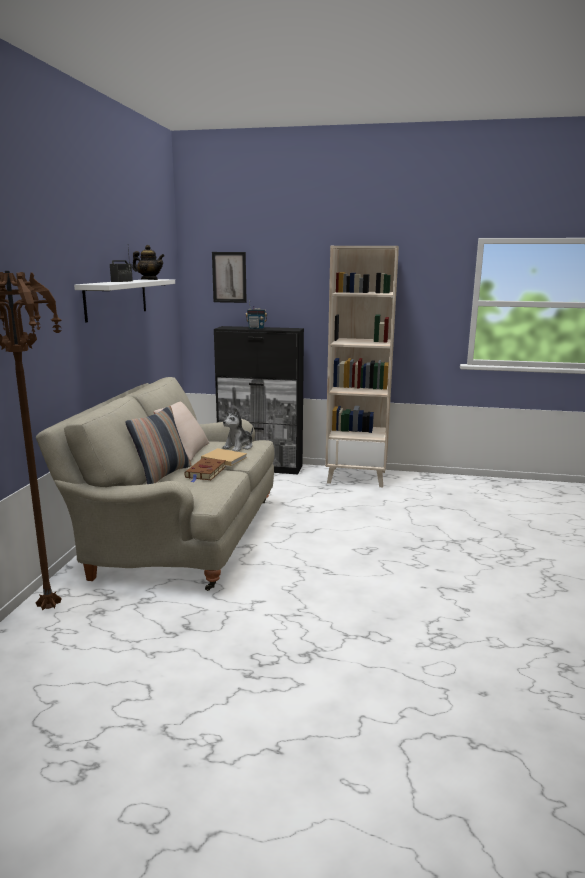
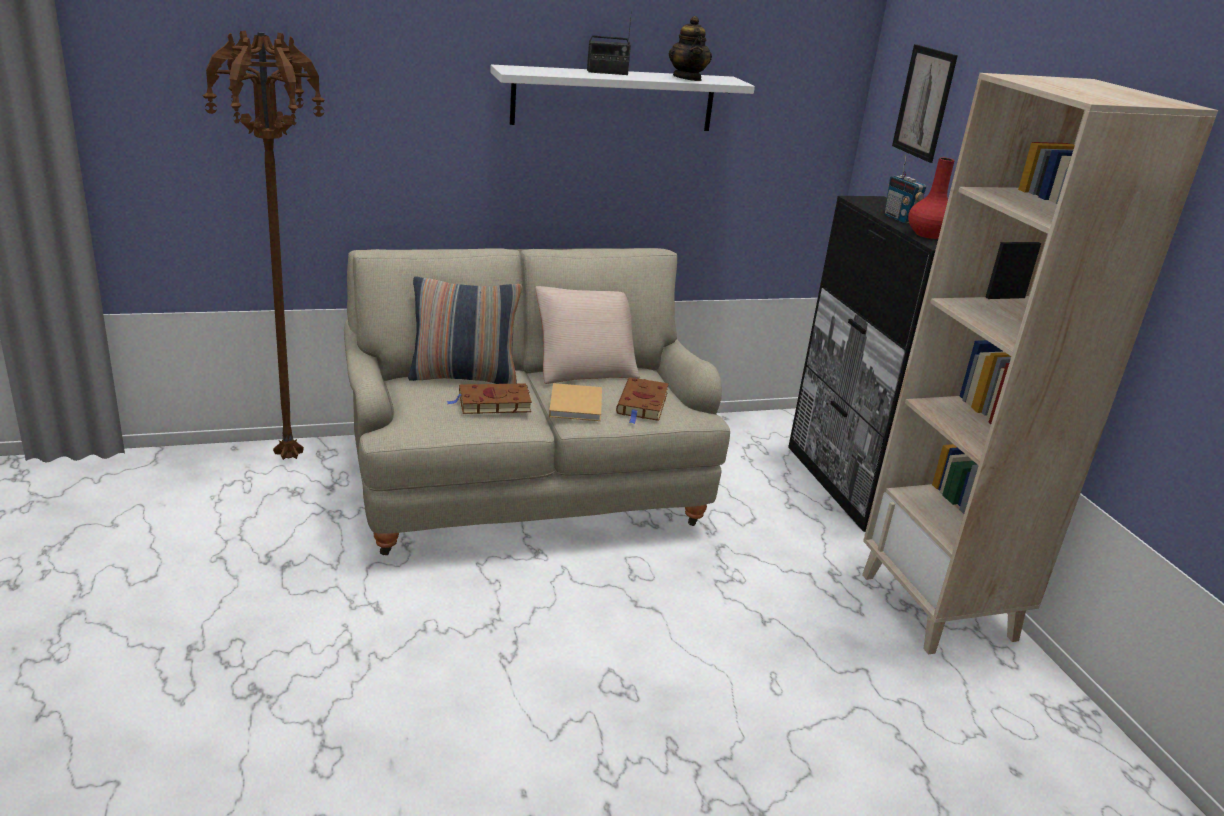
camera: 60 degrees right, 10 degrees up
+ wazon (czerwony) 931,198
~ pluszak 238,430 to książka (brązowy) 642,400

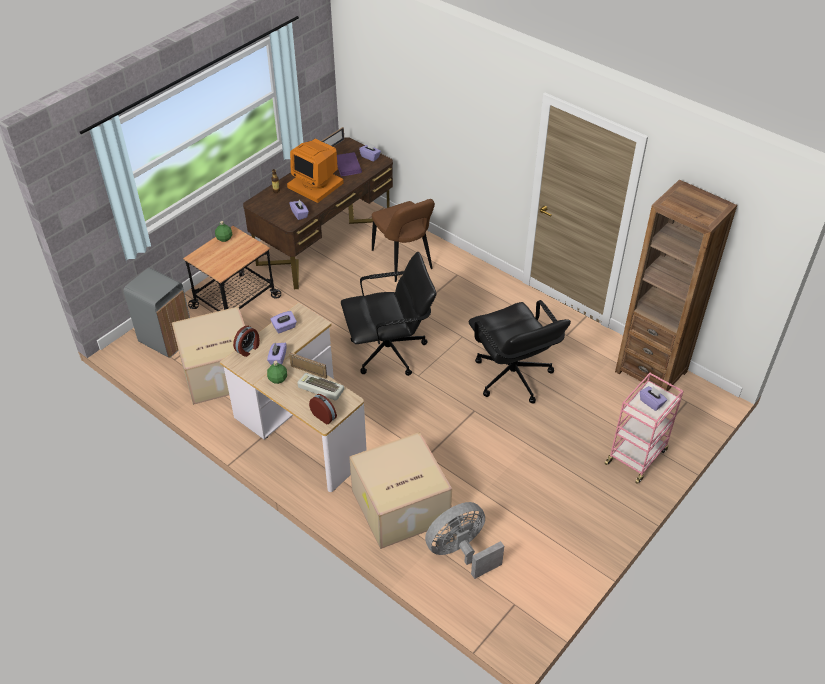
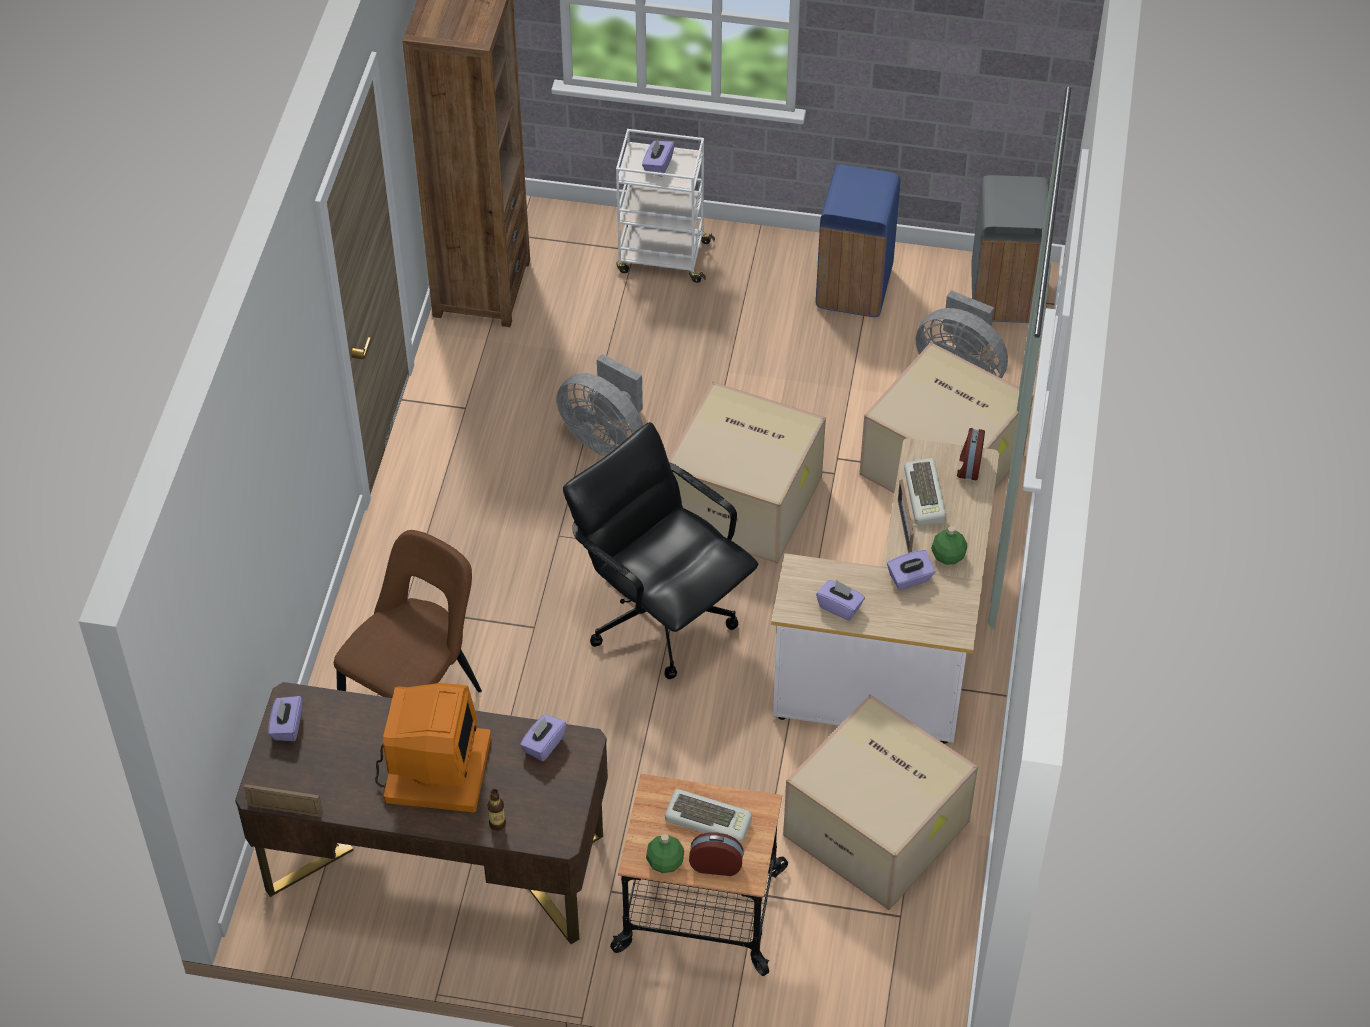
camera: 120 degrees left, 5 degrees up
- książka (fioletowy) 349,164
+ klawiatura 708,816
+ karton 747,472
+ kosz na śmieci (niebieski) 858,241
~ kosz na śmieci (szary) 156,313 to 1010,249
~ budzik 246,341 to 716,854
~ krzesło biurowe (czarny) 519,352 to wentylator (szary) 600,405
~ wózek (różowy) 644,428 to wózek (biały) 665,206

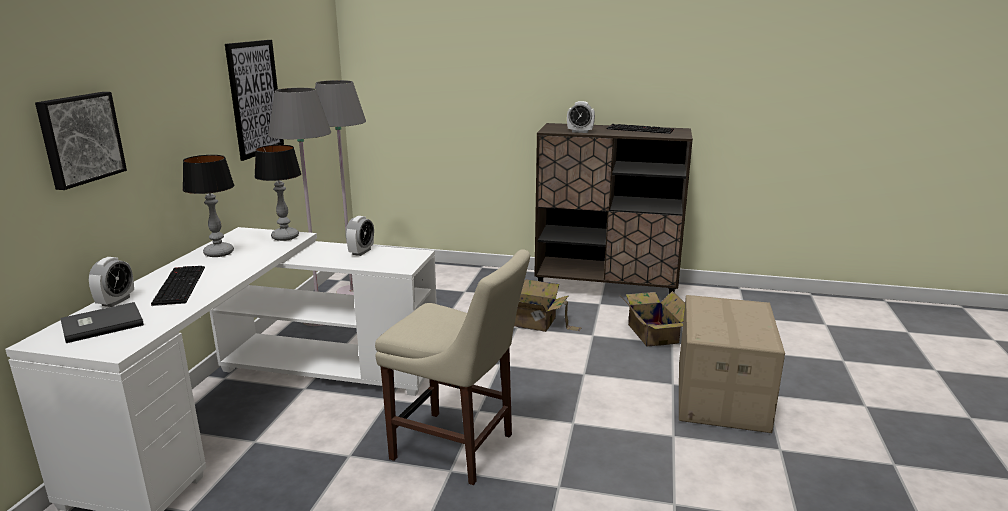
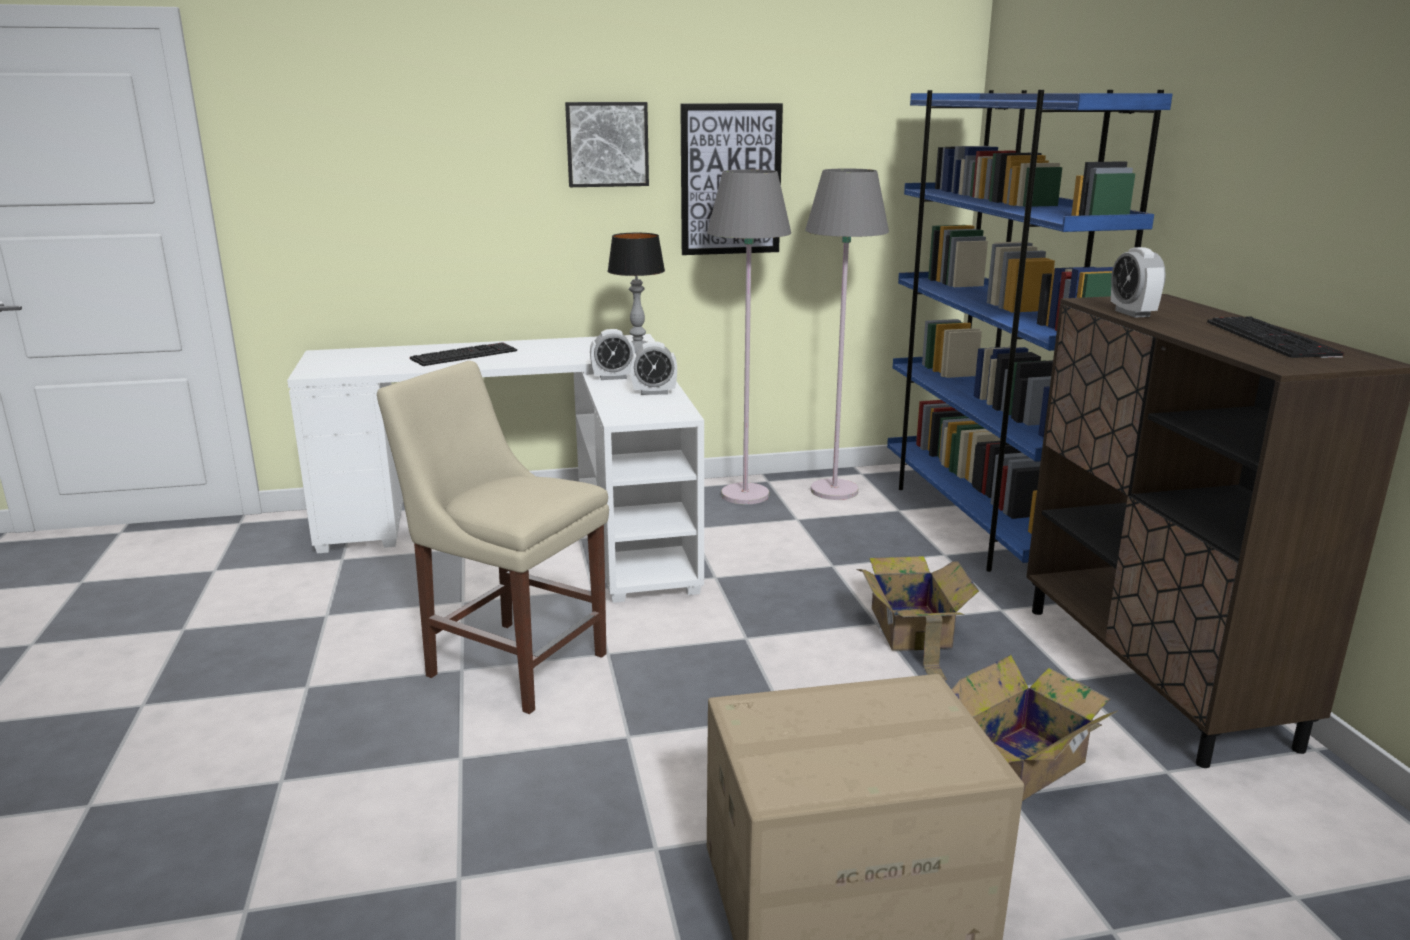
camera: 65 degrees right, 0 degrees up
- książka (szary) 102,322
- lampa stołowa 208,206
+ regał (niebieski) 1030,331
~ obraz 81,141 to 607,144
~ budzik 111,282 to 612,354
~ krzesło (beżowy) 452,367 = 493,537 120 degrees clockwise

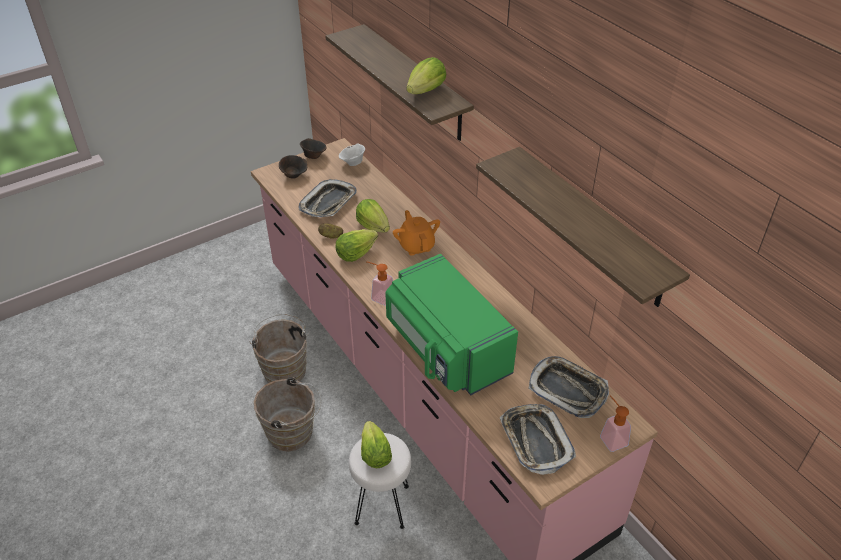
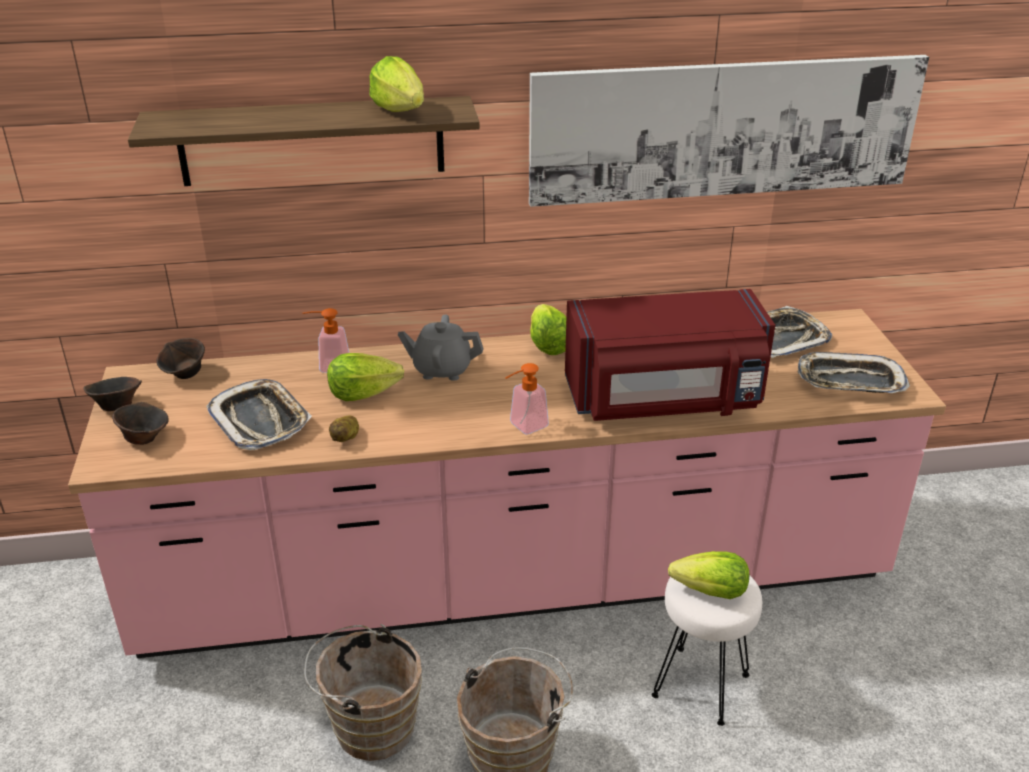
camera: 65 degrees left, 10 degrees down
~ sałata 356,245 to 548,329
~ dozownik mydła 615,423 to 325,340
~ półka 583,227 to obraz 729,131
~ miska (biały) 352,154 to miska (brązowy) 181,358
~ mikrofalówka (zielony) 451,324 to mikrofalówka (czerwony) 670,355
~ imbryk (pomarańczowy) 416,233 to imbryk (szary) 441,347

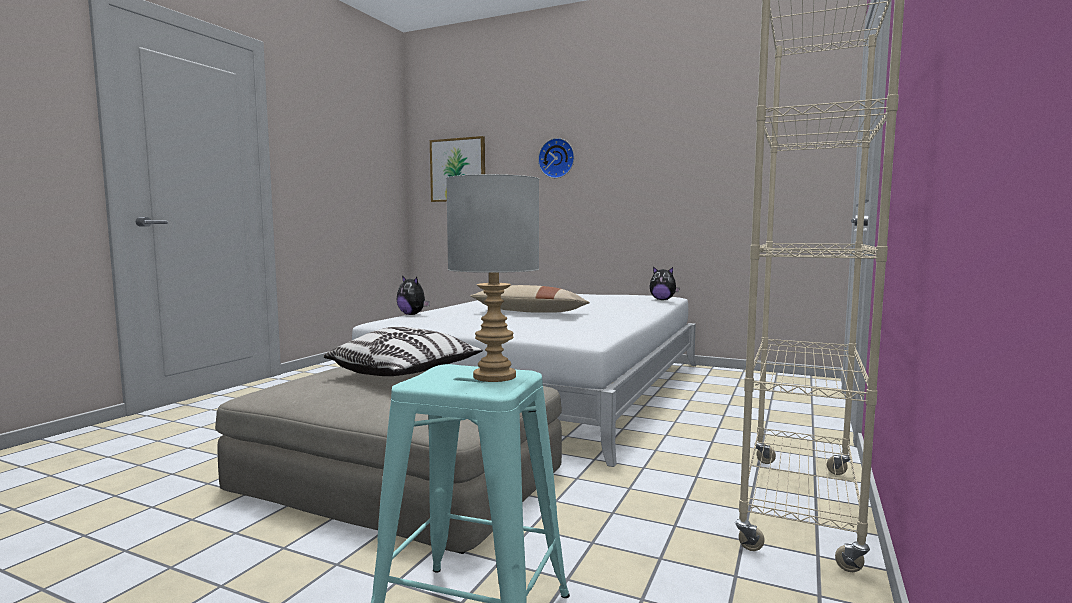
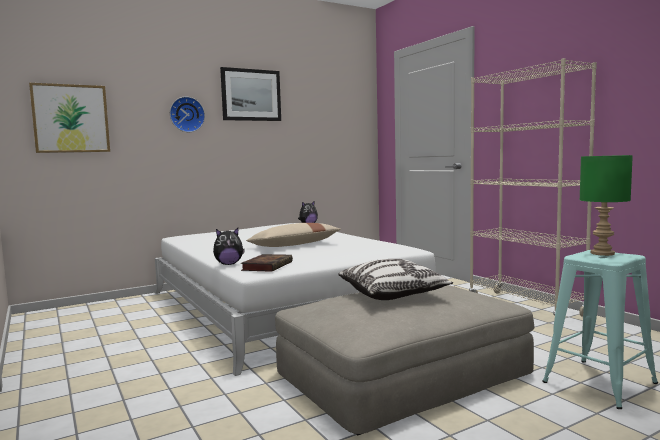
camera: 55 degrees left, 0 degrees up
+ obraz 250,94
+ książka 267,263
~ lampa stołowa (szary) 492,278 to lampa stołowa (zielony) 606,205

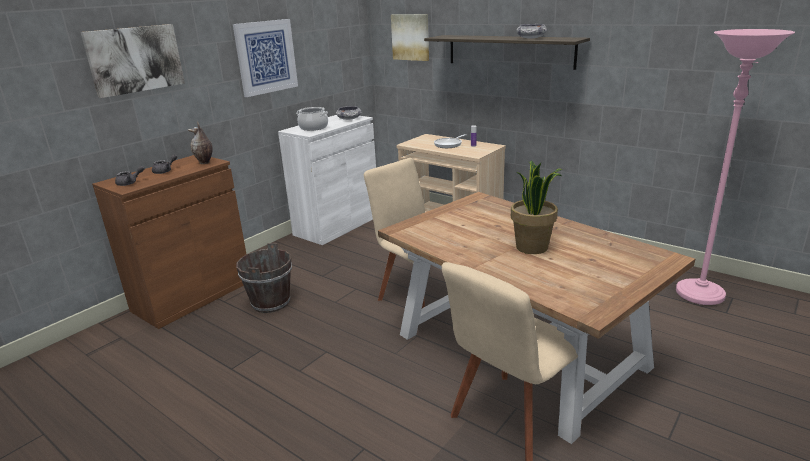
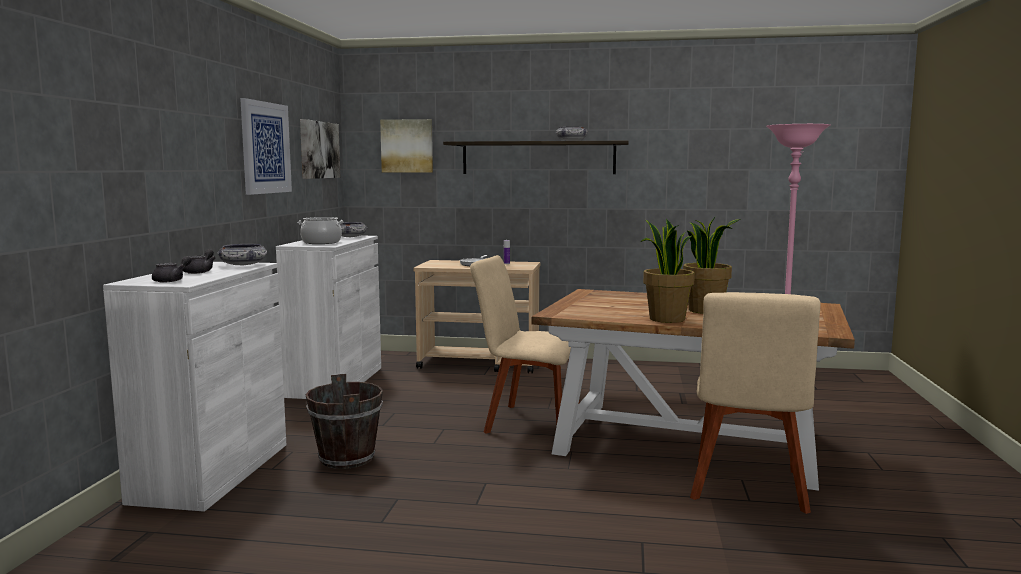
camera: 30 degrees left, 15 degrees down
+ roślina doniczkowa 667,271
~ obraz 132,61 to 320,149
~ wazon 200,142 to miska 242,254
~ szafka (brązowy) 169,242 to szafka (biały) 194,387

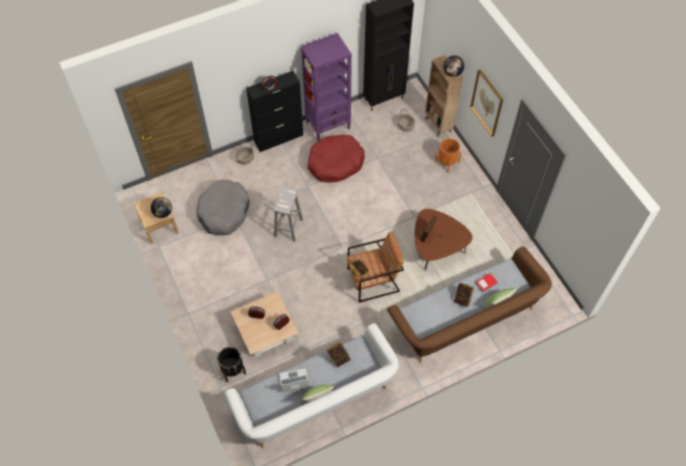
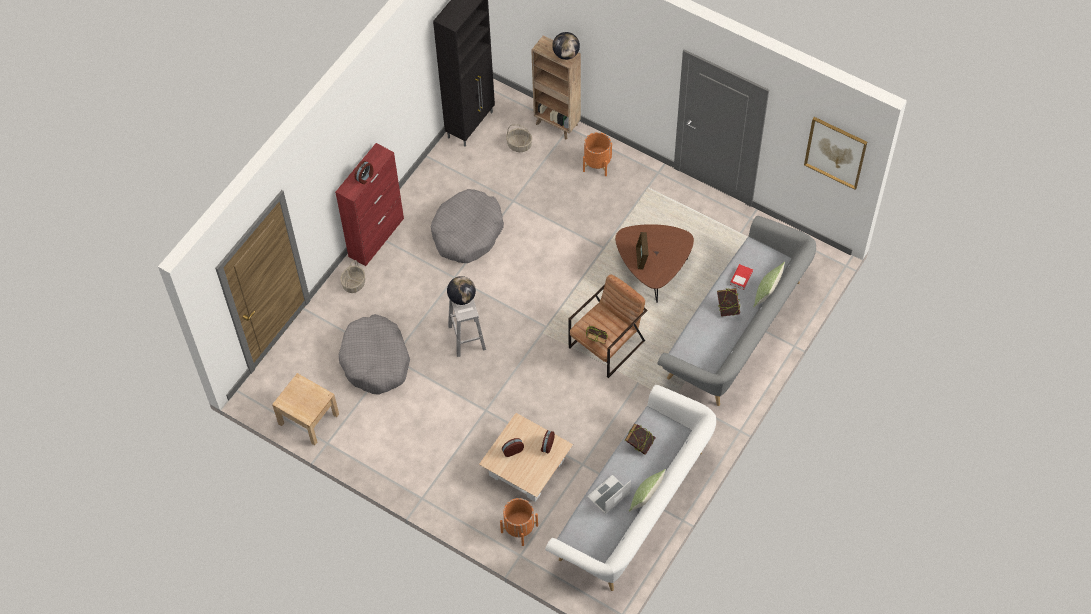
camera: 30 degrees left, 0 degrees up
- regał (fioletowy) 326,87
~ globus 161,207 to 461,290
~ obraz 486,103 to 835,153
~ donica (czarny) 231,364 to donica (pomarańczowy) 519,522
~ szafka (czarny) 274,111 to szafka (czerwony) 369,204
~ legowisko (czerwony) 336,159 to legowisko (szary) 467,226
~ kanapa (brązowy) 469,304 to kanapa (szary) 736,311

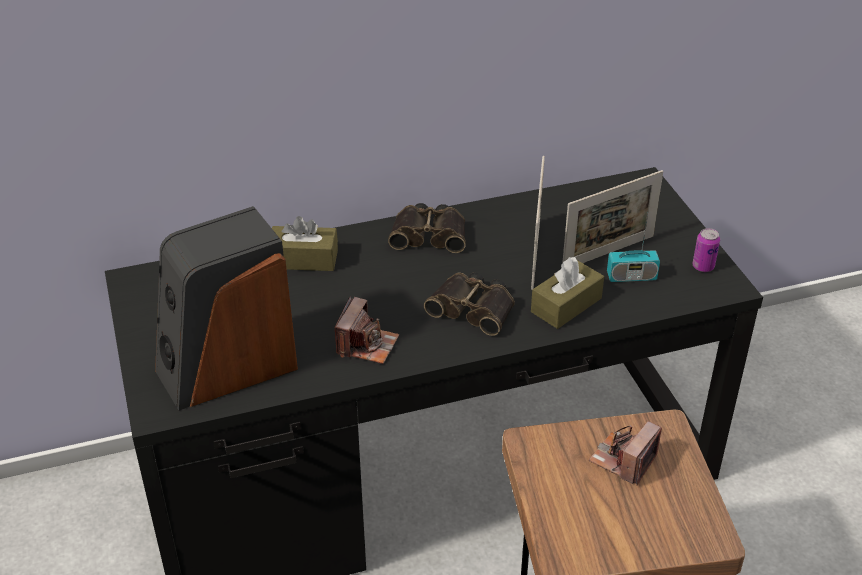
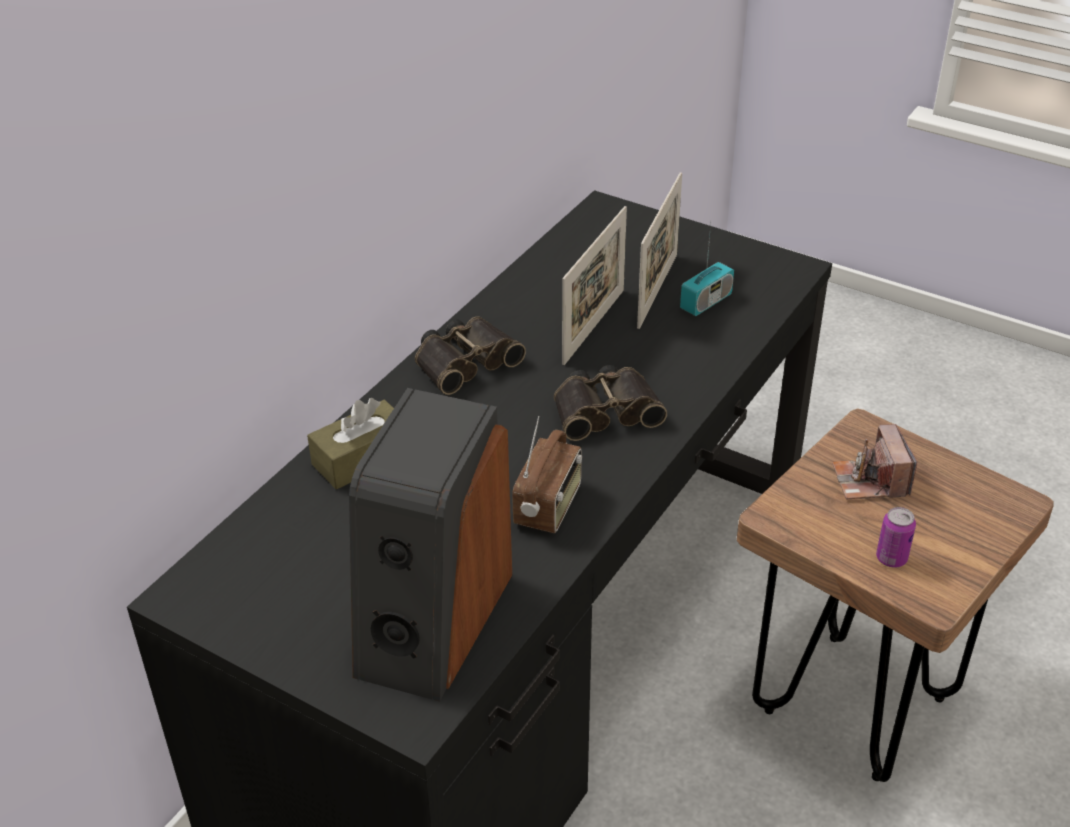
camera: 40 degrees left, 0 degrees up
- pudełko chusteczek (brązowy) 567,293
~ puszka 706,250 to 896,537
~ aparat fotograficzny 367,330 to radio 547,474
~ ramka na zdjęcie 538,223 = 594,285 60 degrees clockwise

